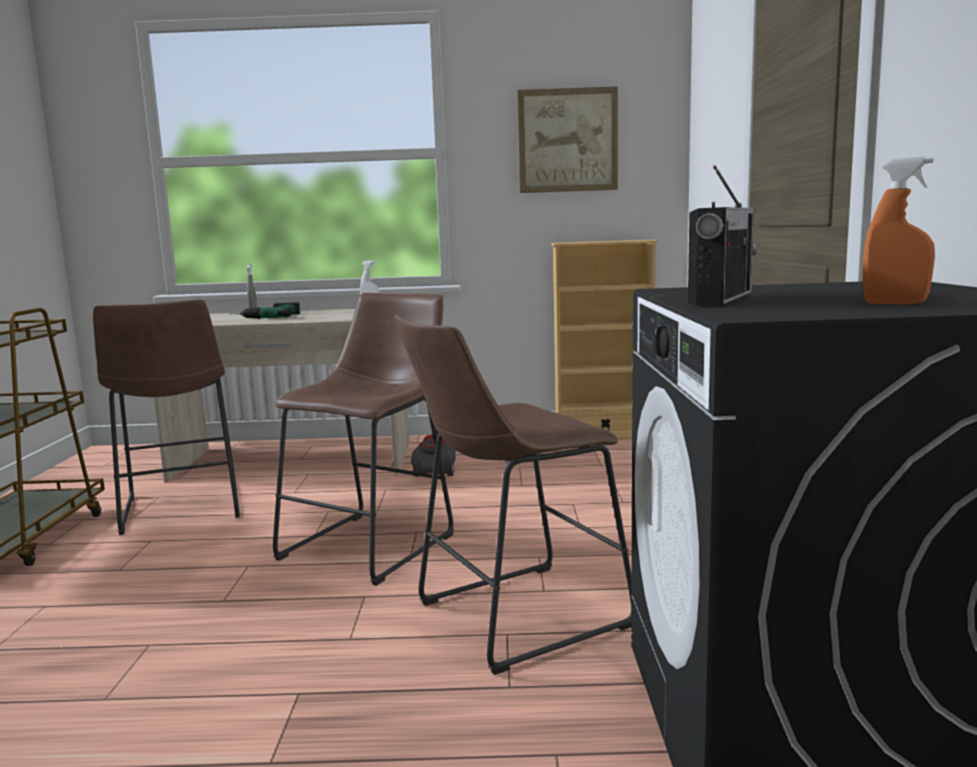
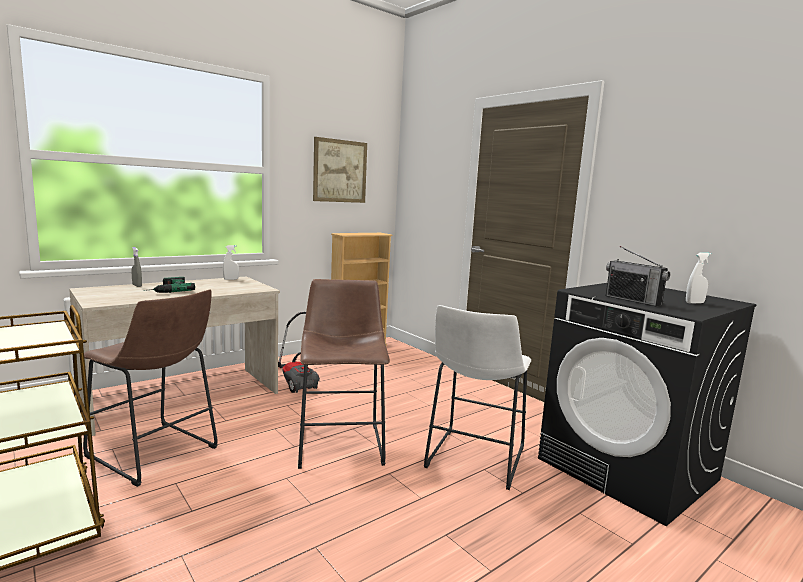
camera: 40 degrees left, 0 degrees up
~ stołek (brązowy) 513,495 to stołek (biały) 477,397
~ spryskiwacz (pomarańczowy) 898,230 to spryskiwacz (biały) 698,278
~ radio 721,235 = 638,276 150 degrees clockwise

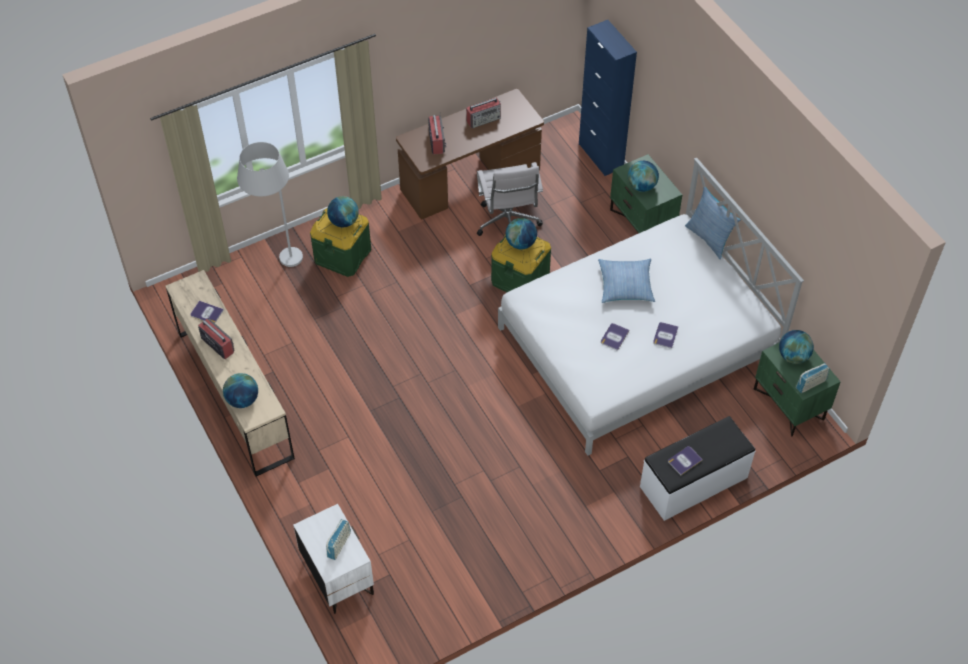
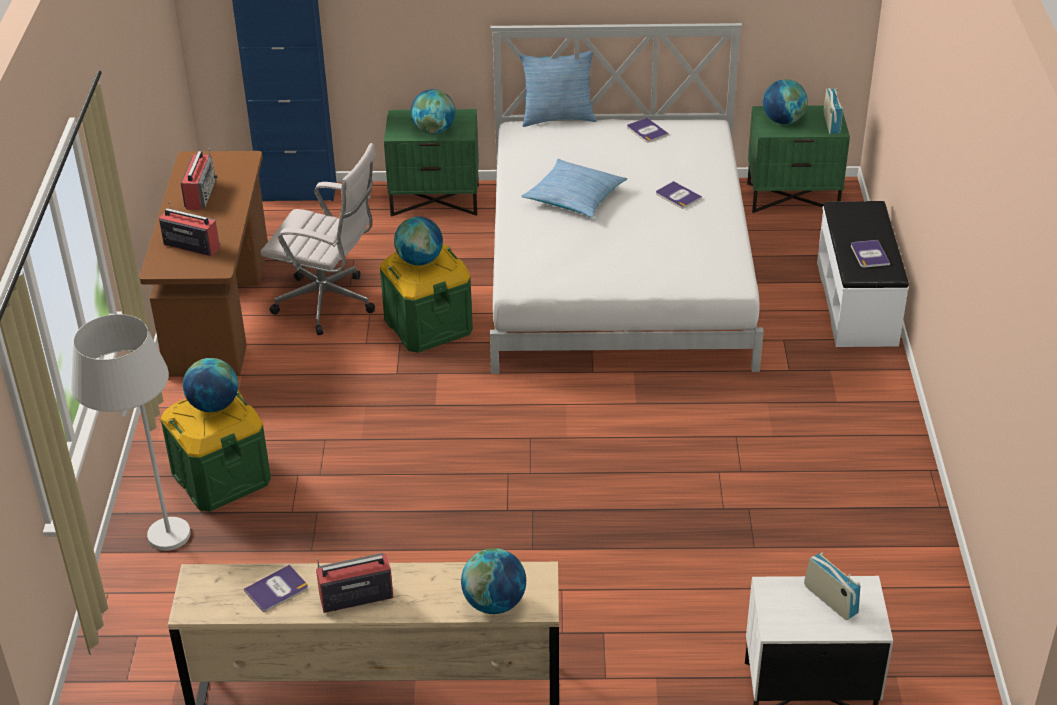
camera: 60 degrees left, 15 degrees down
~ książka 615,337 to 648,130

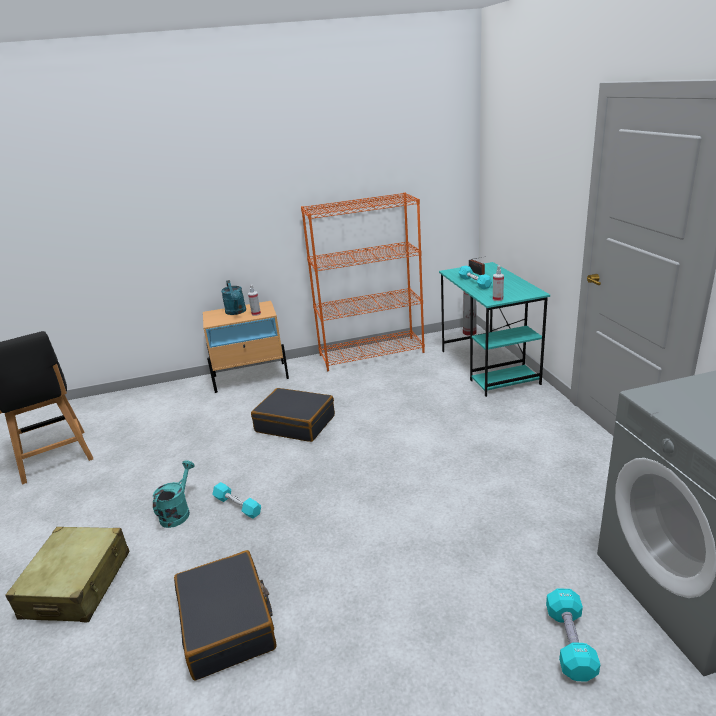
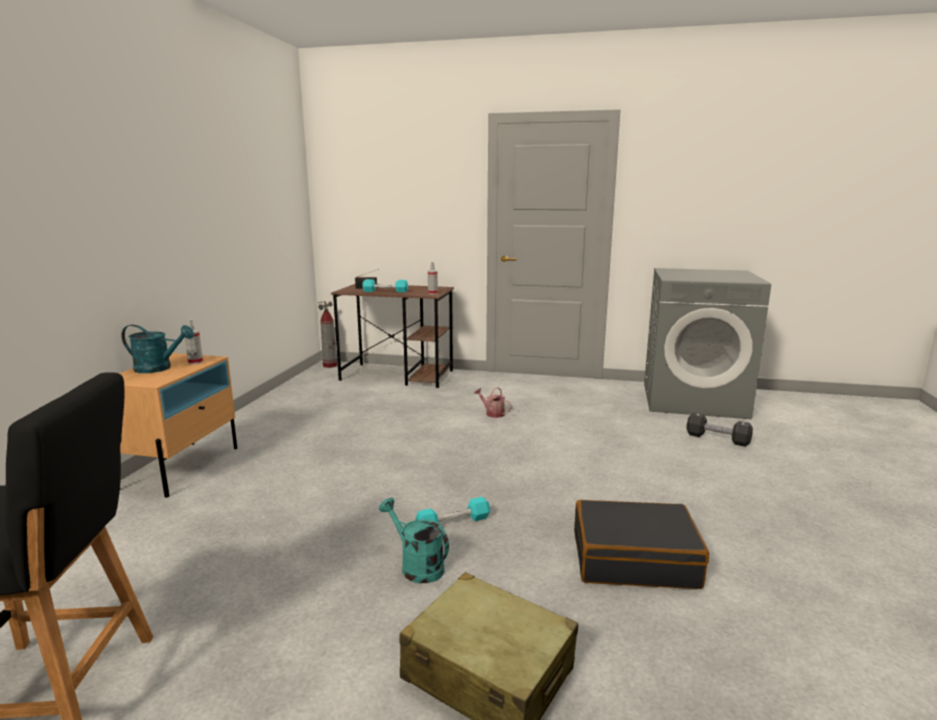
camera: 65 degrees left, 10 degrees down
- walizka (czarny) 293,415
- regał (pomarańczowy) 363,281
+ konewka 493,402
~ biurko (turkusowy) 494,329 to biurko (brązowy) 392,336
~ hantel (turkusowy) 573,635 to hantel (czarny) 719,429

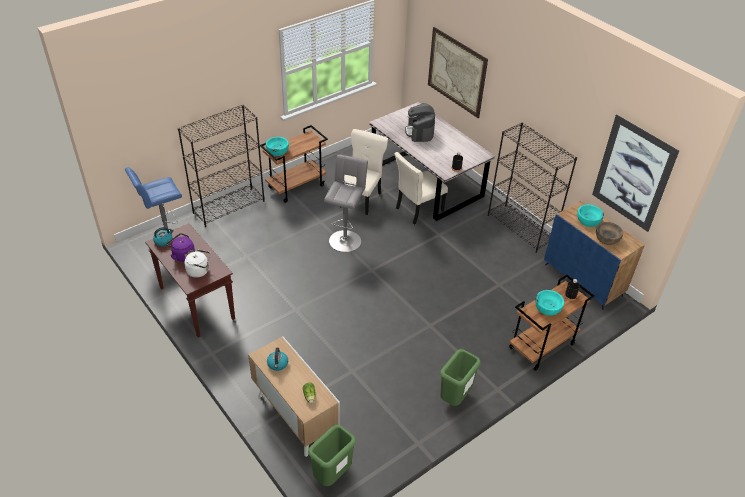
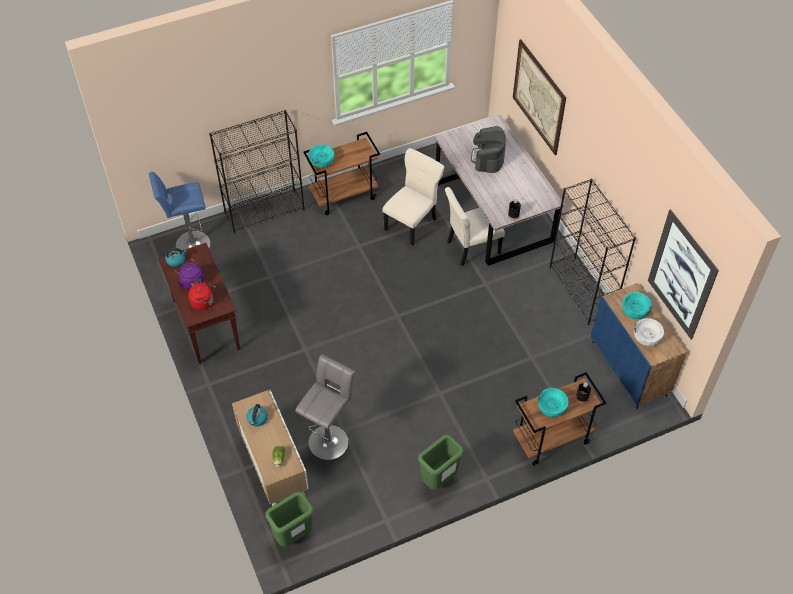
camera: 15 degrees right, 10 degrees up
~ stołek (szary) 346,203 to 325,407
~ czajnik (biały) 197,264 to czajnik (czerwony) 202,295
~ miska (brązowy) 609,233 to miska (biały) 649,332

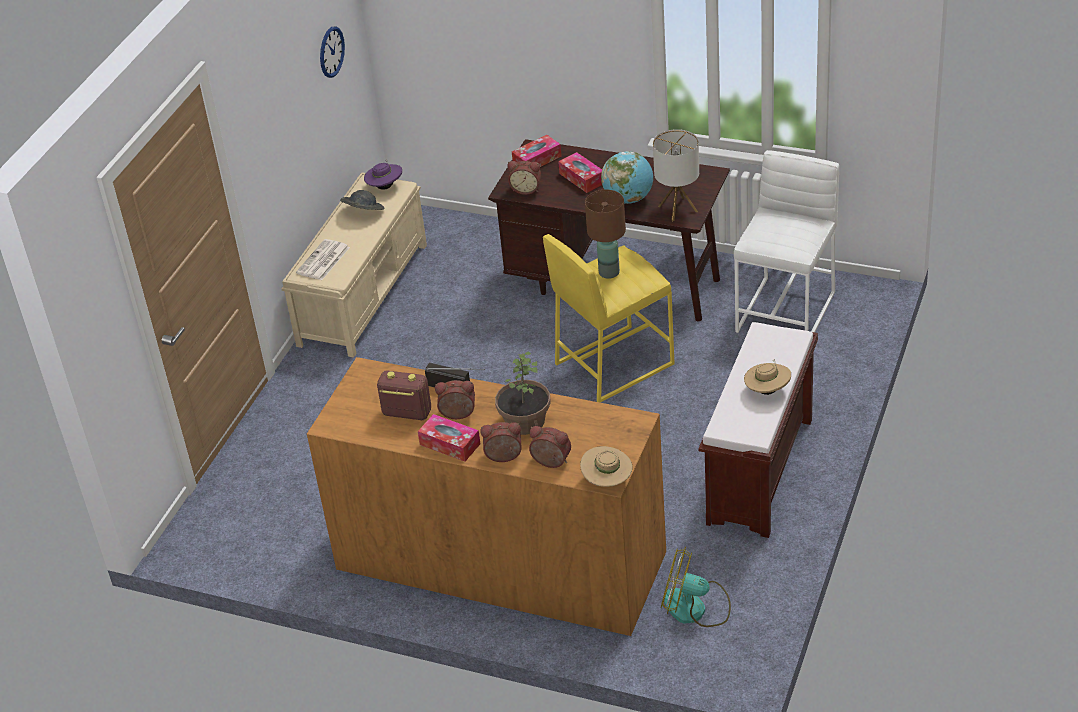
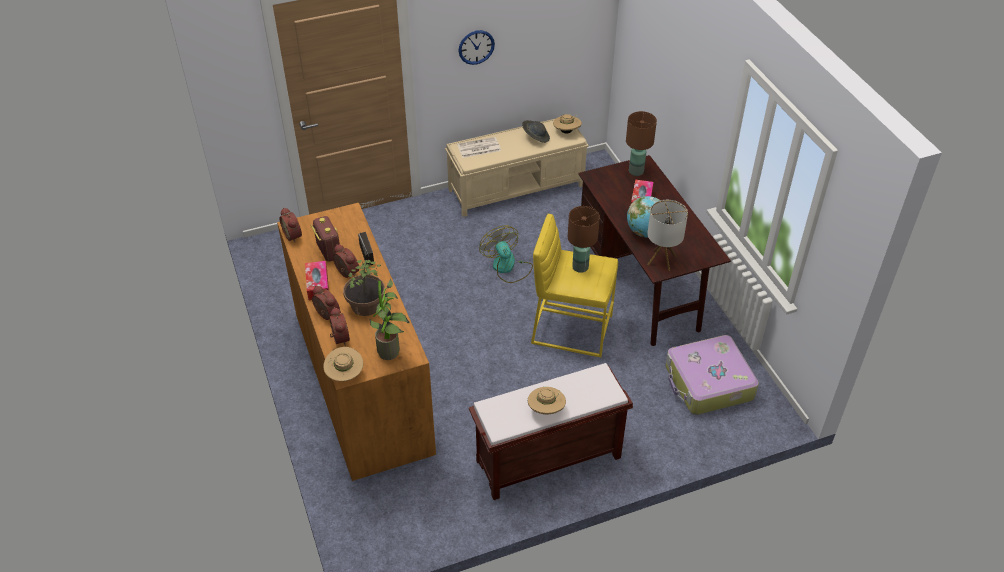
camera: 45 degrees right, 5 degrees up
+ roślina doniczkowa 389,319
~ zegar ścienny 332,52 to 477,47
~ budzik 524,178 to 290,225
~ wentylator 696,587 to 506,254
~ pudełko chusteczek 537,151 to lampa stołowa (brązowy) 641,143
~ stołek (biały) 786,241 to walizka 712,375
~ kapelusz (fioletowy) 383,174 to kapelusz (beżowy) 567,124

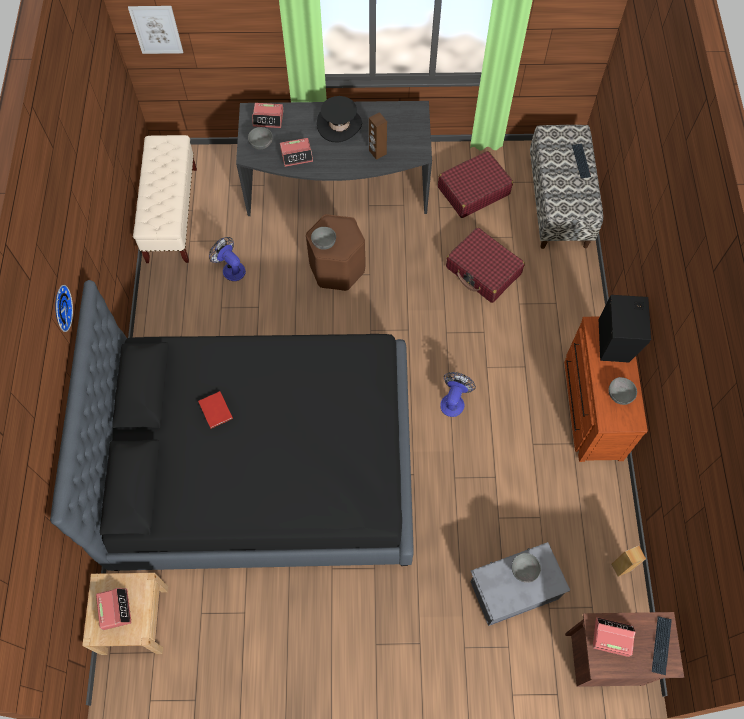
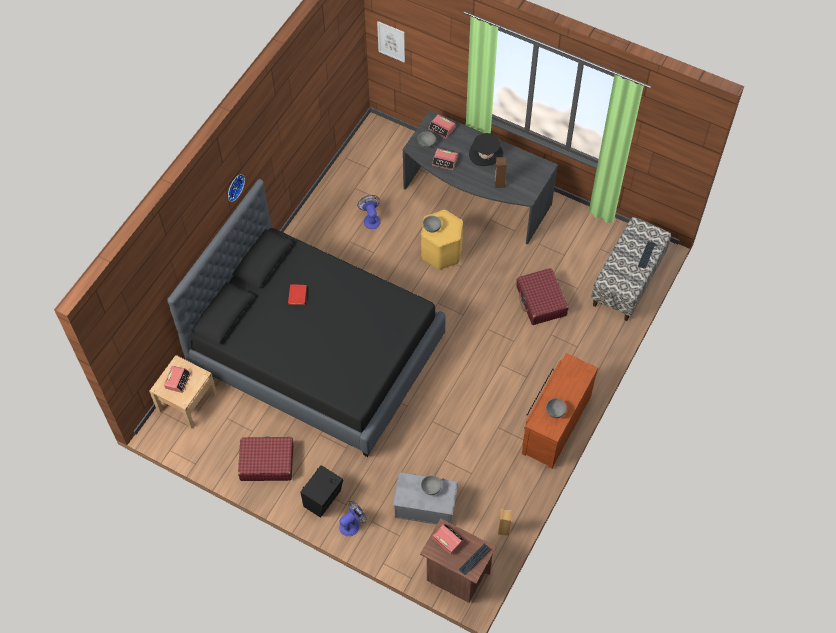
camera: 30 degrees right, 5 degrees down
- ławka (beżowy) 165,199
~ walizka (czerwony) 475,184 to 265,459
~ wentylator 458,394 to 353,518
~ głośnik (czarny) 625,328 to 321,491
~ stołek (brązowy) 336,252 to stołek (żółty) 442,240

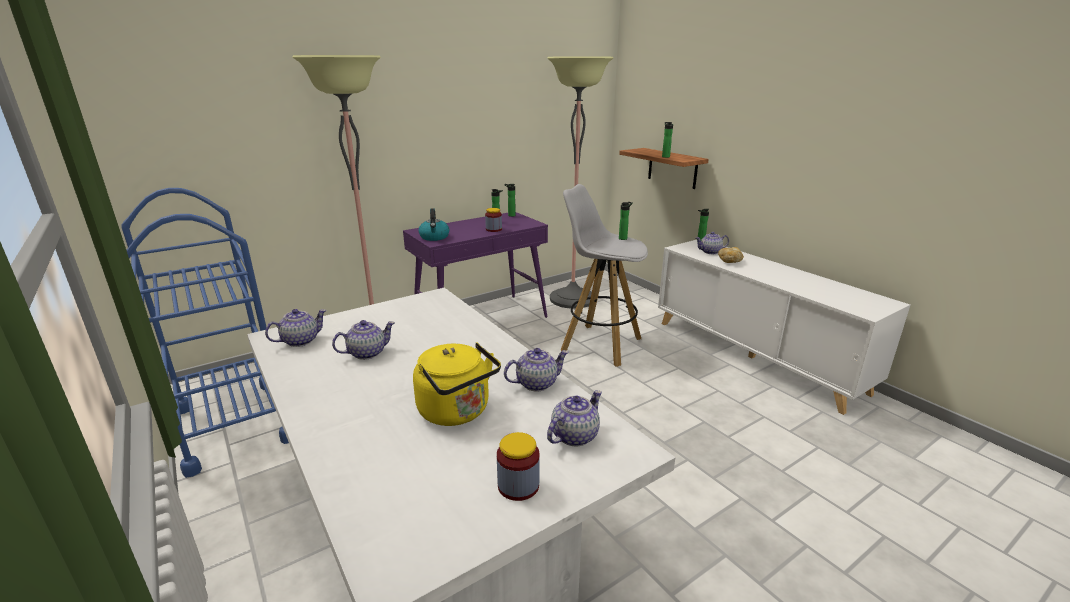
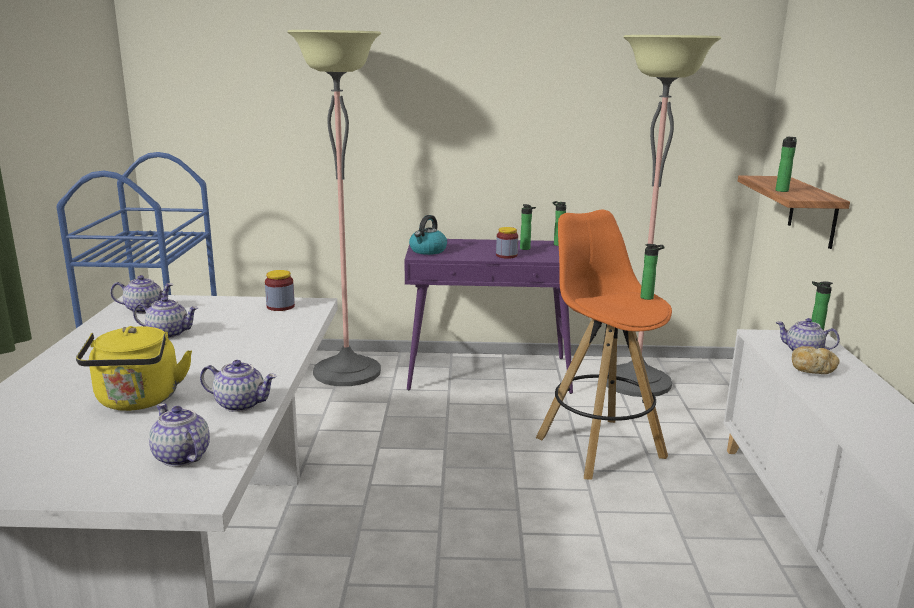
camera: 35 degrees right, 5 degrees down
~ słoik 518,466 to 280,290
~ stołek (biały) 604,275 to stołek (pomarańczowy) 604,344
~ imbryk 574,418 = 179,435 120 degrees counterclockwise

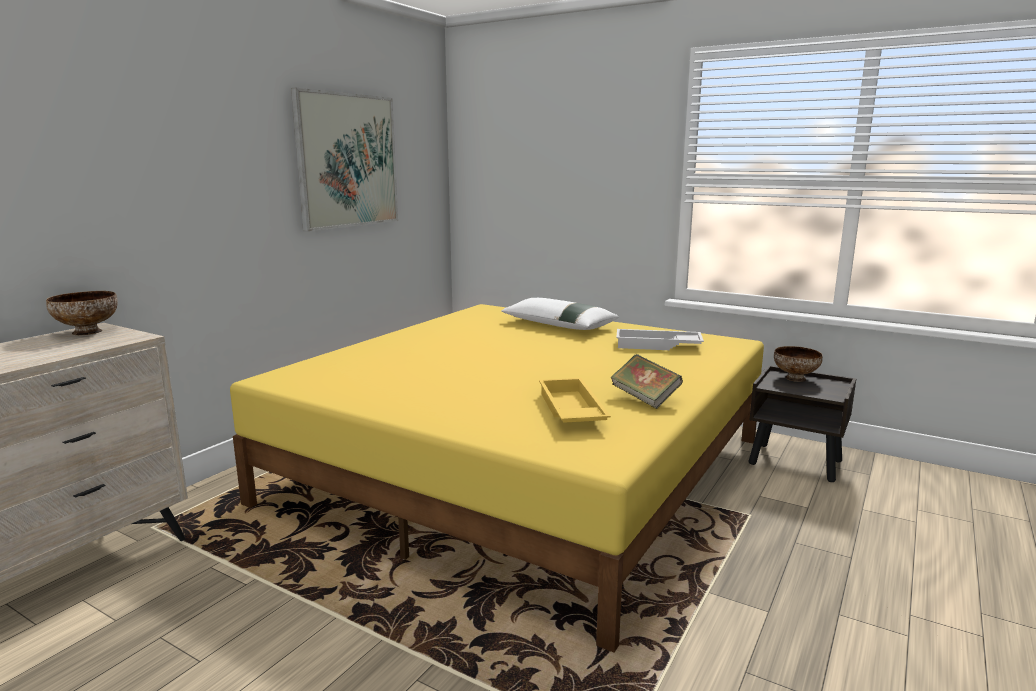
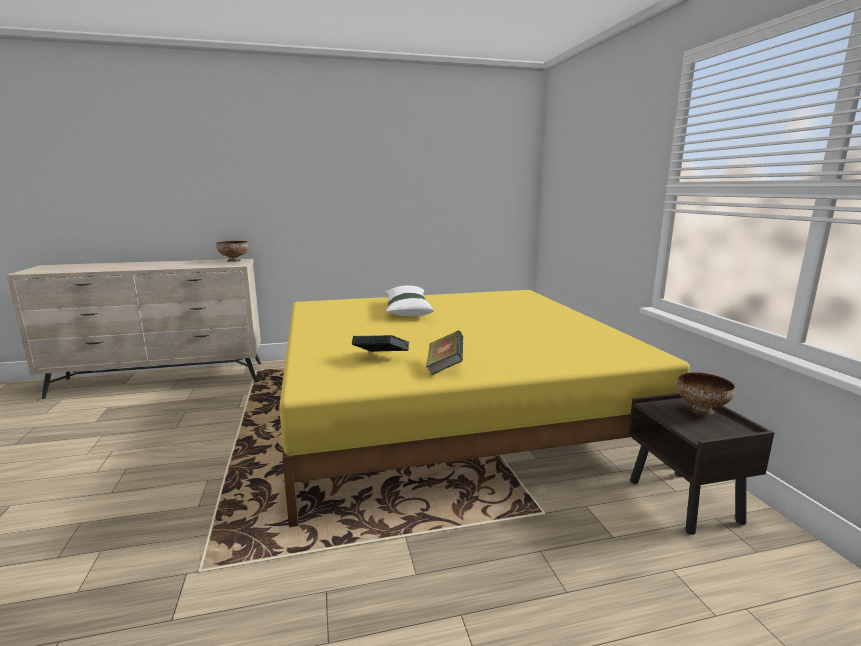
camera: 45 degrees right, 0 degrees up
- obraz 344,160
- taca (biały) 660,339
~ poduszka (biały) 560,314 to 409,300
~ taca (żółty) 575,400 to książka 381,343

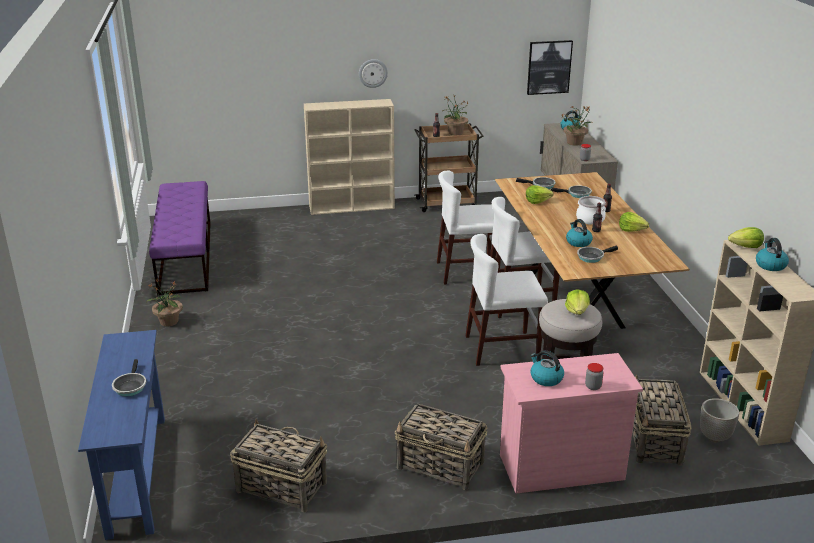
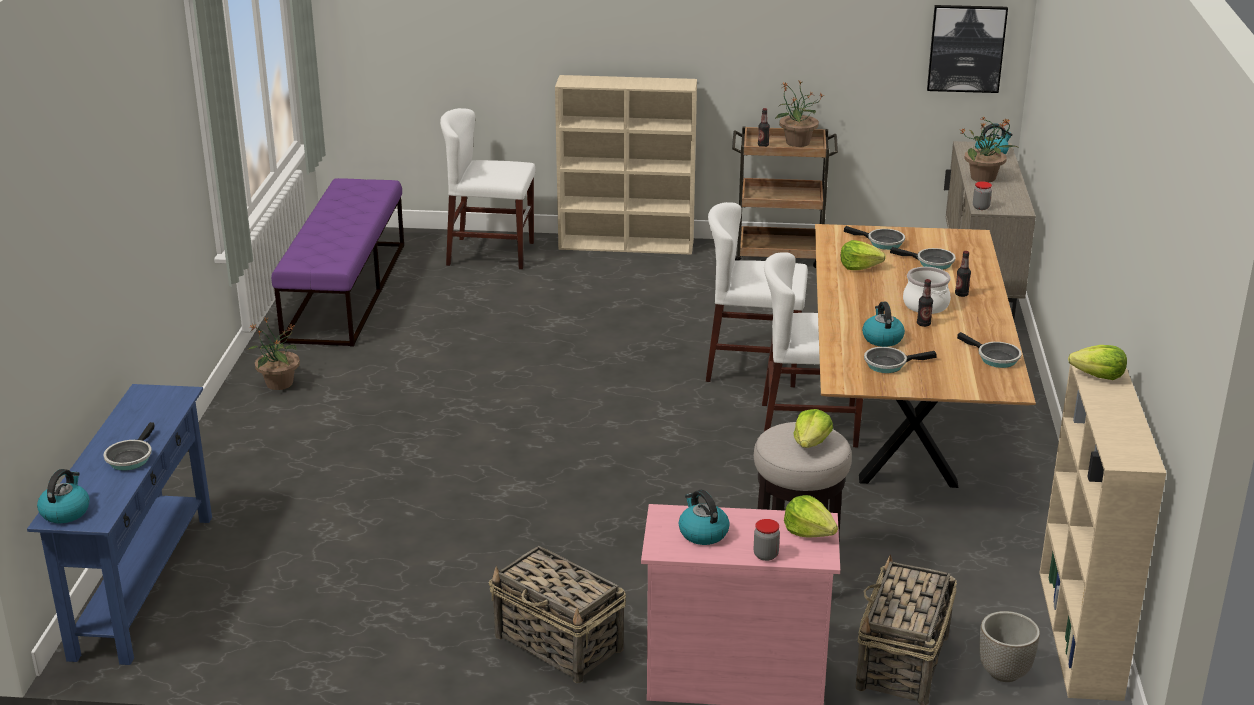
camera: 15 degrees right, 0 degrees up
- koszyk 278,466
- zegar ścienny 373,73
+ patelnia 989,350
~ krzesło (biały) 507,300 to 488,188
~ sałata 634,222 to 811,516
~ czajnik 772,254 to 63,496

